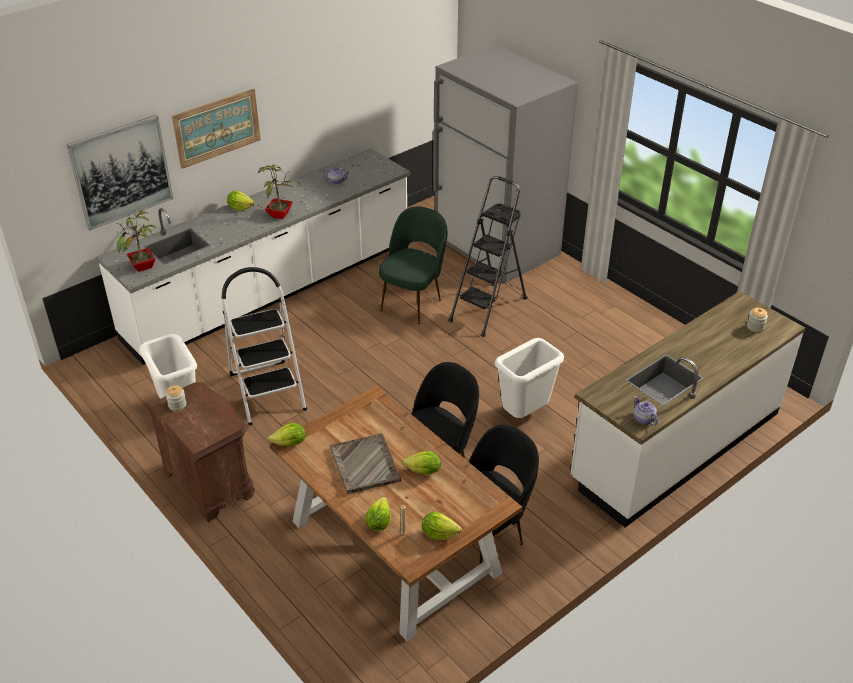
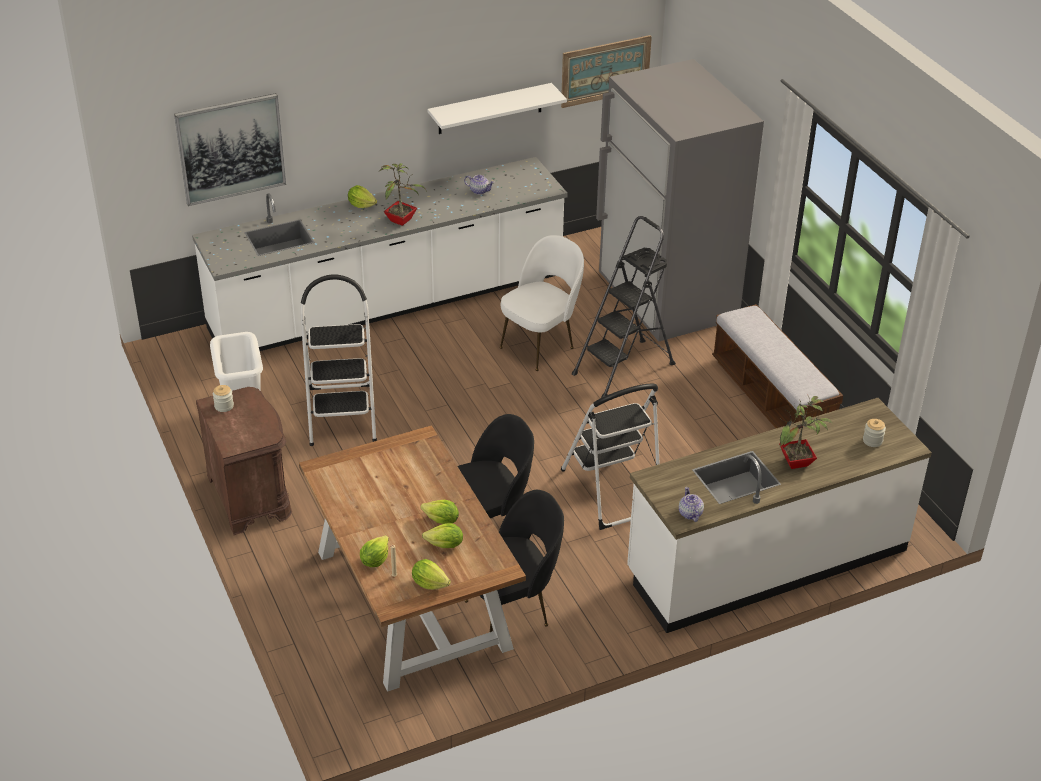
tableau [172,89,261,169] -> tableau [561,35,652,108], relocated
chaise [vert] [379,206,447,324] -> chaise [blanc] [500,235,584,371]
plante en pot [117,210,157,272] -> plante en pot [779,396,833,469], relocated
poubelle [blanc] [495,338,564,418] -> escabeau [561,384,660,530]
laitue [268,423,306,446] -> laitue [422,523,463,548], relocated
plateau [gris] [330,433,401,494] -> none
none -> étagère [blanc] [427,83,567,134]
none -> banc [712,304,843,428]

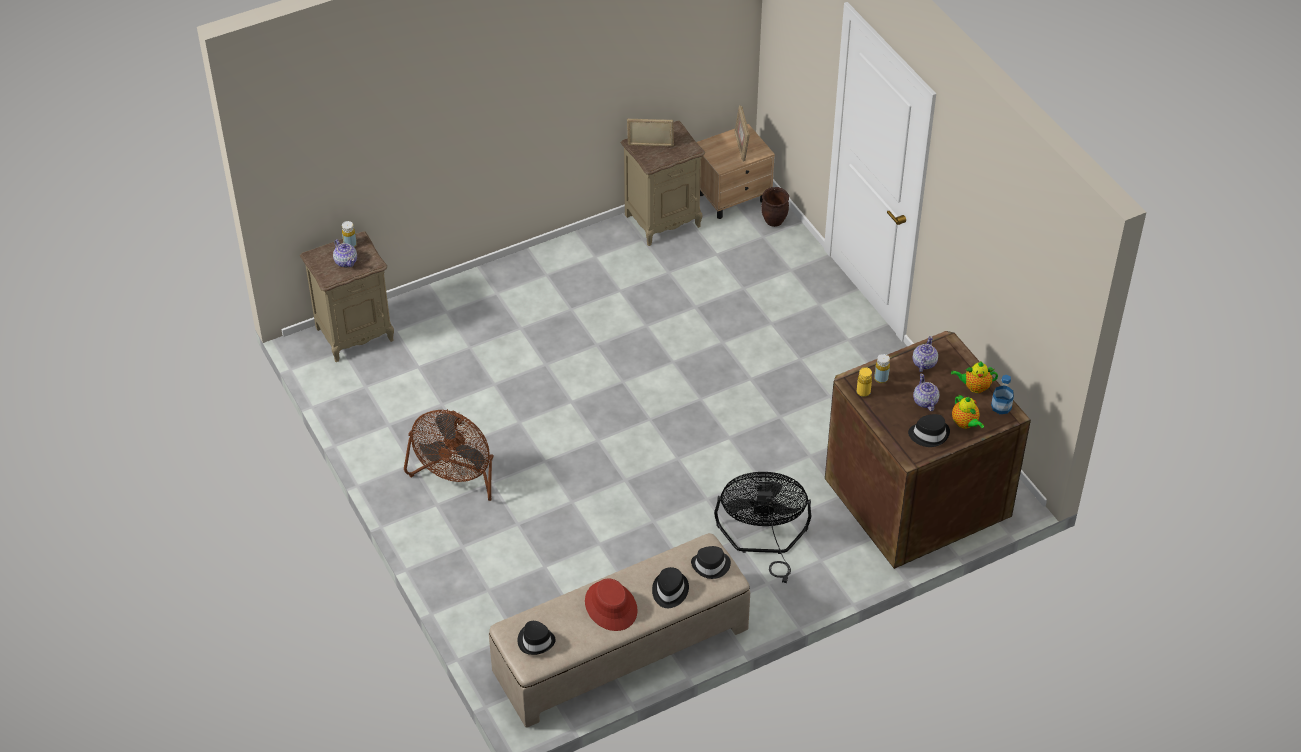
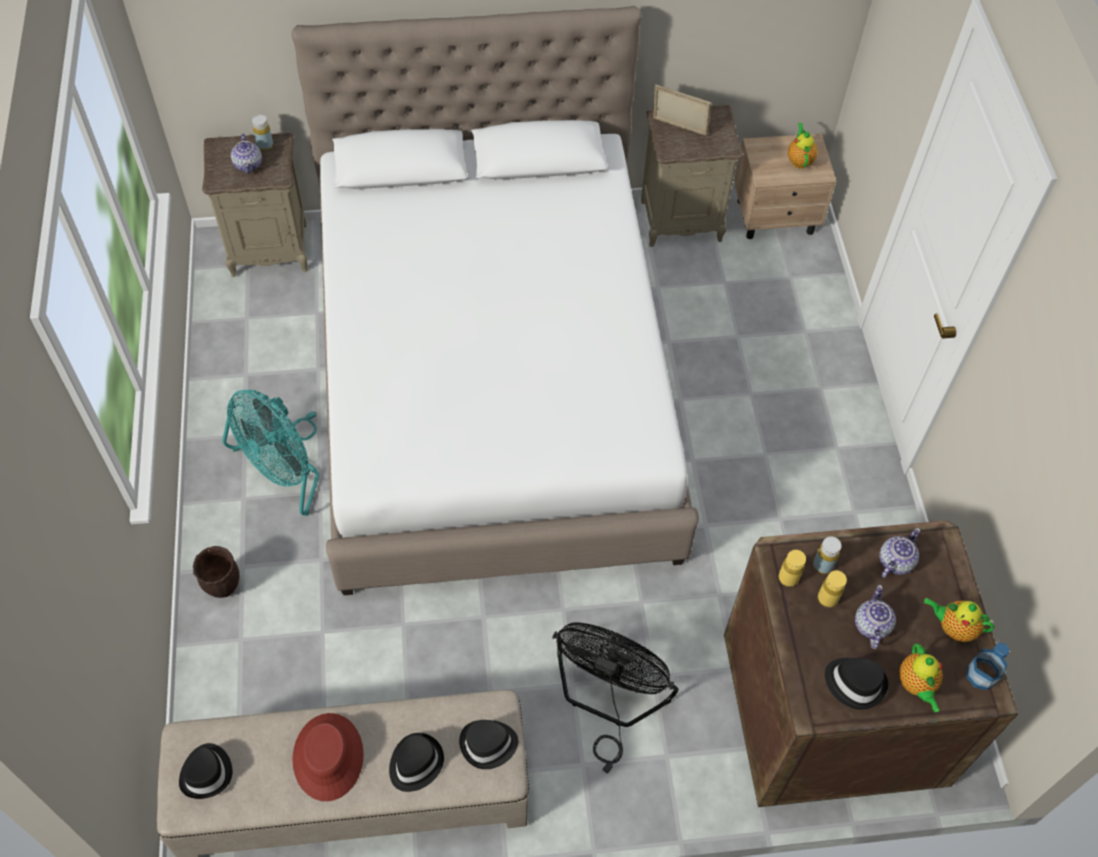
cadre photo [735,105,750,162] -> théière [788,123,817,169]
cache-pot [marron] [761,187,789,227] -> cache-pot [marron] [193,546,239,598], relocated
ventilateur [marron] [404,409,493,501] -> ventilateur [turquoise] [222,390,319,516]
none -> lit [blanc] [291,6,699,595]
none -> bouteille [jaune] [818,570,847,607]

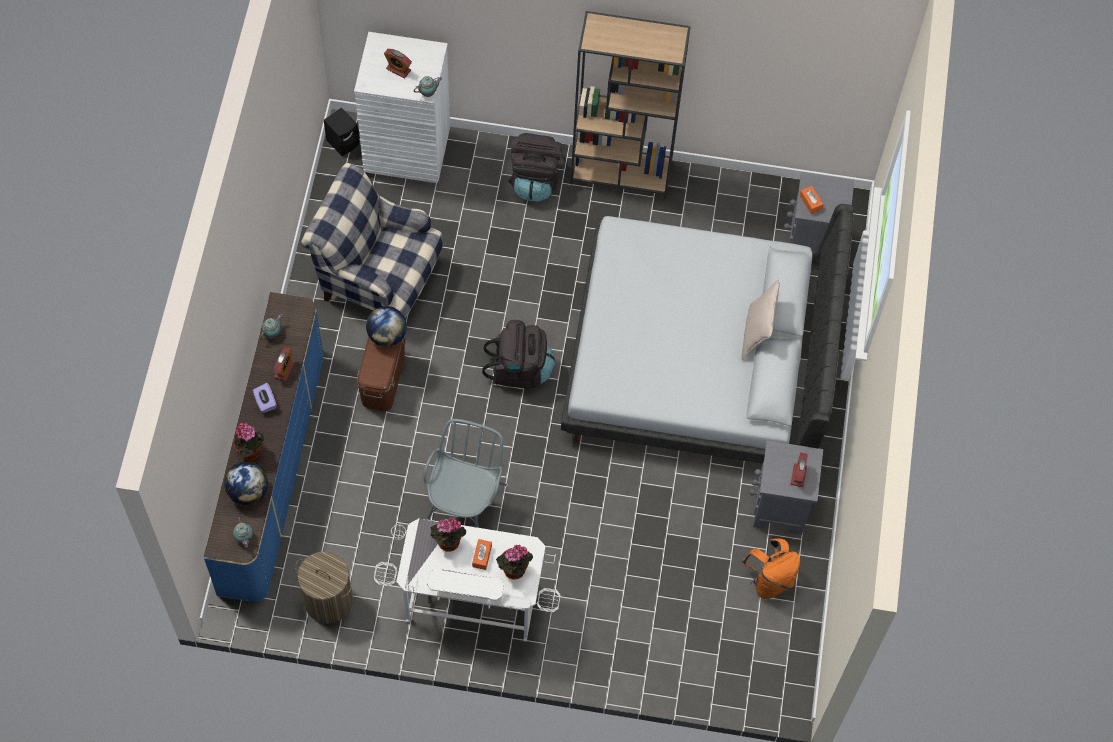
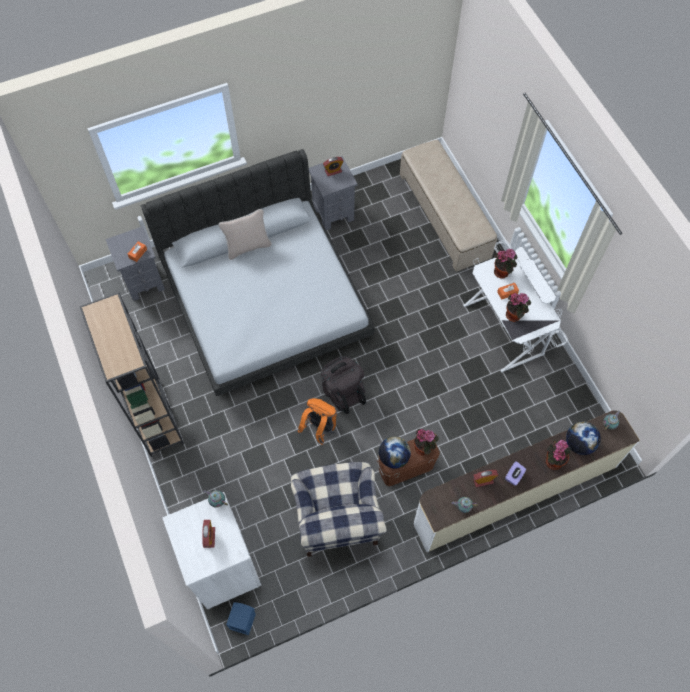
enceinte [noir] [324,108,359,156] -> enceinte [bleu] [226,602,256,635]
sac à dos [noir] [509,133,562,202] -> none
meuble de rangement [bleu] [204,292,324,602] -> meuble de rangement [blanc] [414,411,640,552]
chaise [gris] [423,419,508,528] -> none
sac à dos [orange] [742,538,800,599] -> sac à dos [orange] [298,398,337,445], relocated
panier à linge [295,551,353,623] -> none
none -> banc [beige] [400,140,497,272]
none -> plante en pot [414,429,439,456]

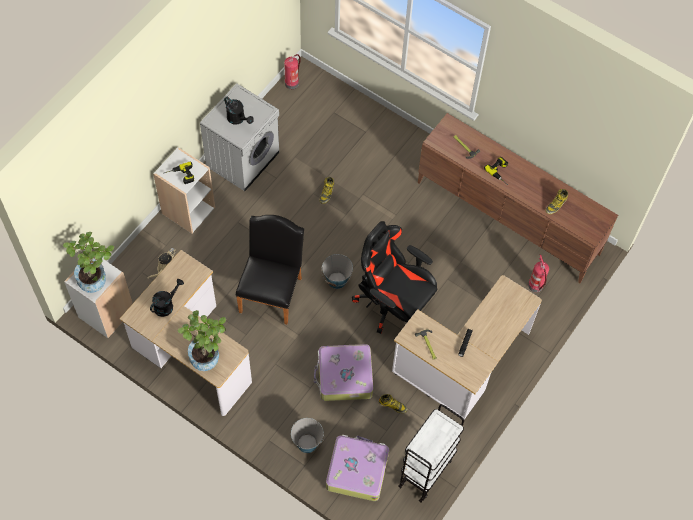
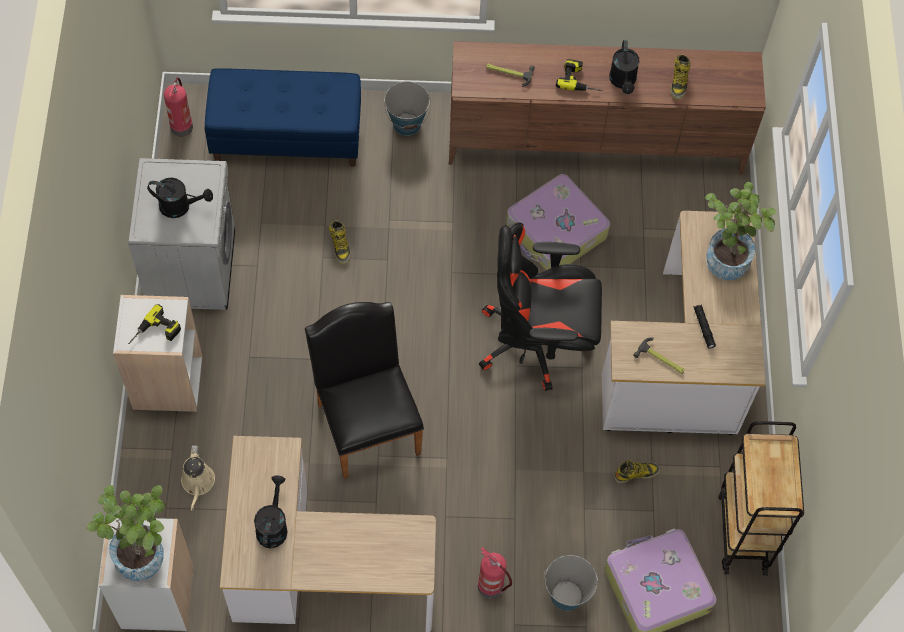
seau [321,254,353,289] -> seau [384,81,431,136], relocated
extincteur [528,255,549,292] -> extincteur [478,547,512,598], relocated
plante en pot [178,310,226,371] -> plante en pot [705,182,776,280], relocated
valise [314,344,373,401] -> valise [506,174,610,270], relocated
chariot [blanc] [398,404,464,502] -> chariot [marron] [718,421,804,576]
none -> arrosoir [noir] [609,40,639,94]
none -> banc [bleu] [205,68,361,167]

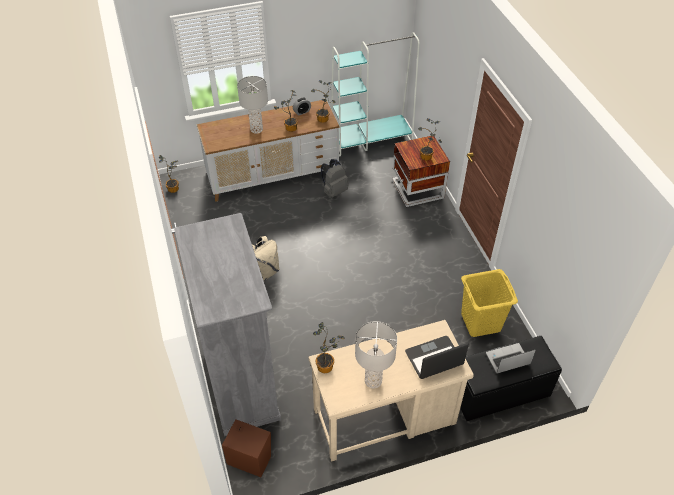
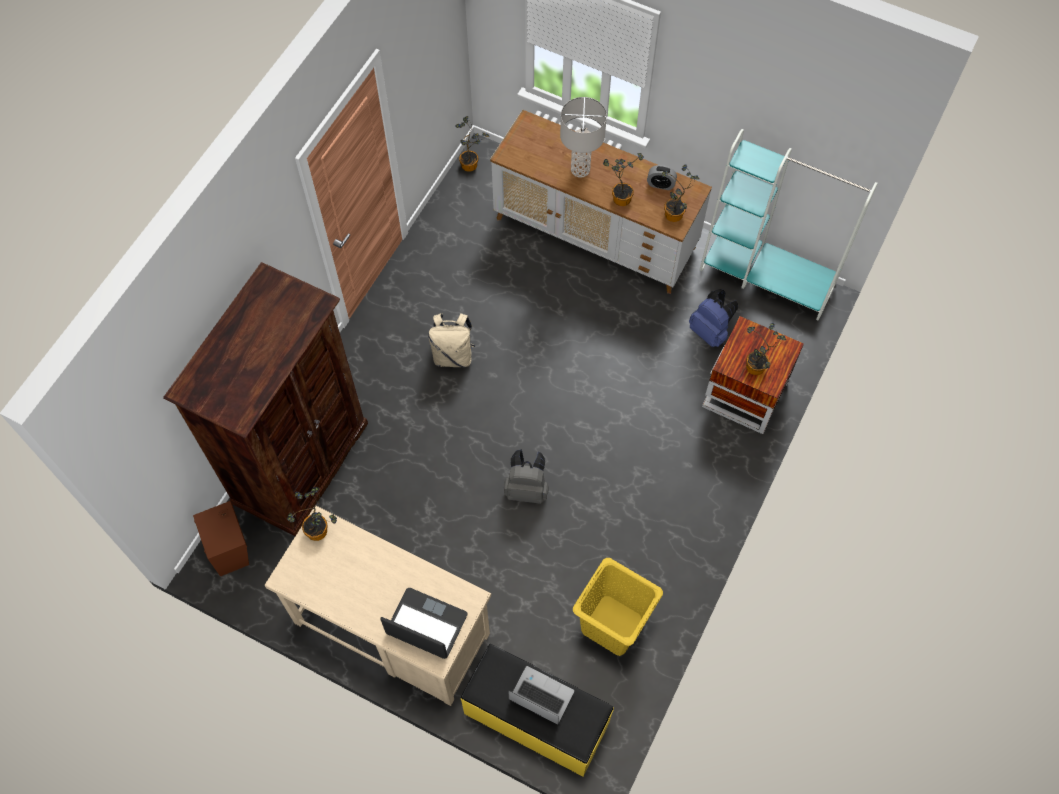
sac à dos [gris] [321,159,349,198] -> sac à dos [gris] [504,449,548,504], relocated
armoire [gris] [174,213,281,436] -> armoire [marron] [163,262,368,536]
lampe de table [blanc] [355,321,397,388] -> none
banc [noir] [461,336,562,421] -> banc [jaune] [461,644,614,777]
none -> sac à dos [bleu] [689,289,738,347]

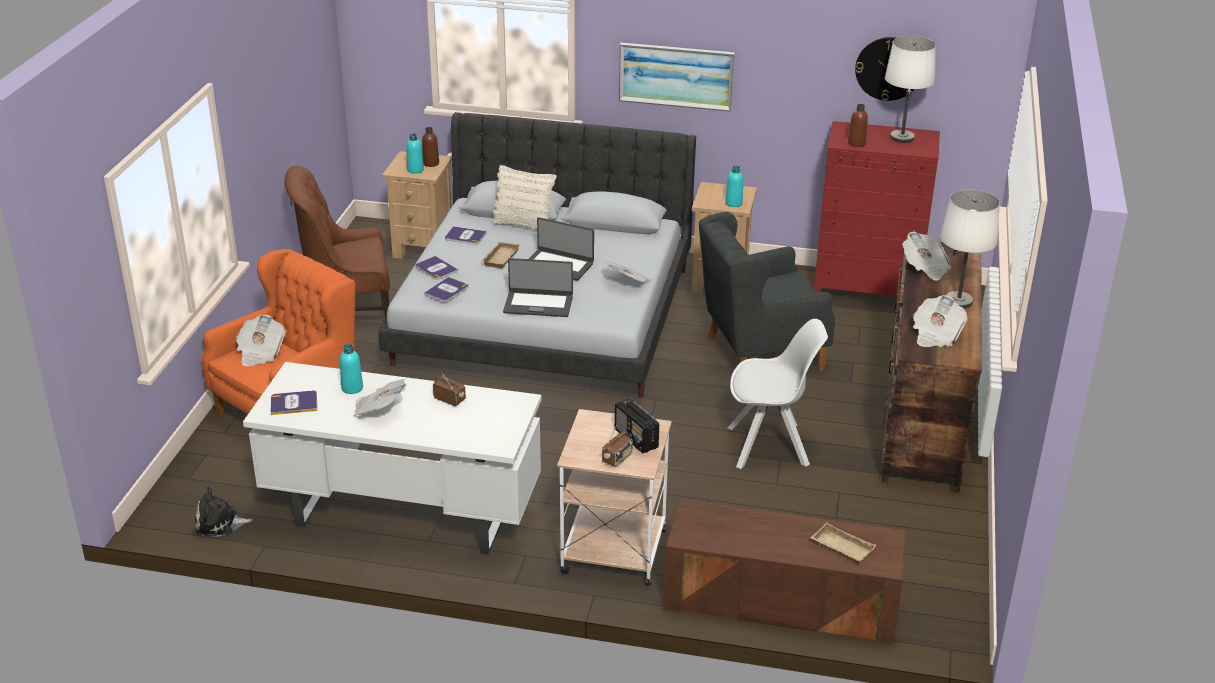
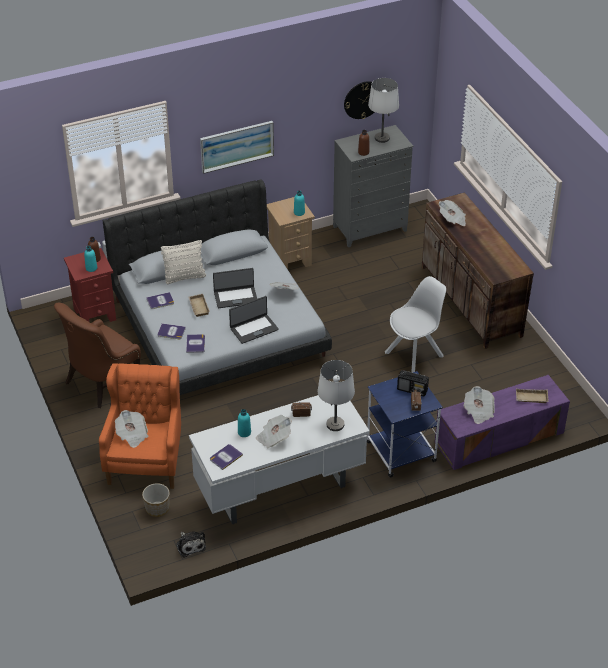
commode [rouge] [814,121,940,296] -> commode [gris] [333,125,413,247]
table de chevet [beige] [382,151,452,259] -> table de chevet [rouge] [64,248,116,322]
lampe de table [blanc] [940,189,1000,309] -> lampe de table [blanc] [317,360,355,431], relocated
fauteuil [gris] [699,212,835,371] -> none
journal [913,295,967,347] -> journal [463,386,495,424], relocated
chariot [beige] [557,409,672,585] -> chariot [bleu] [367,371,443,478]
peluche [195,486,252,537] -> peluche [176,531,206,557], 75 degrees counterclockwise
banc [marron] [664,499,906,644] -> banc [violet] [435,375,570,470]
none -> cache-pot [142,483,170,517]

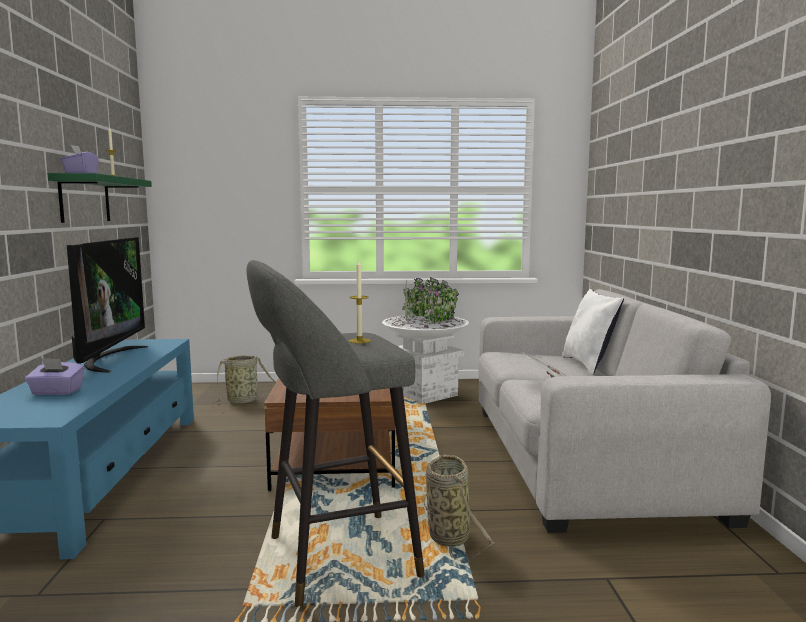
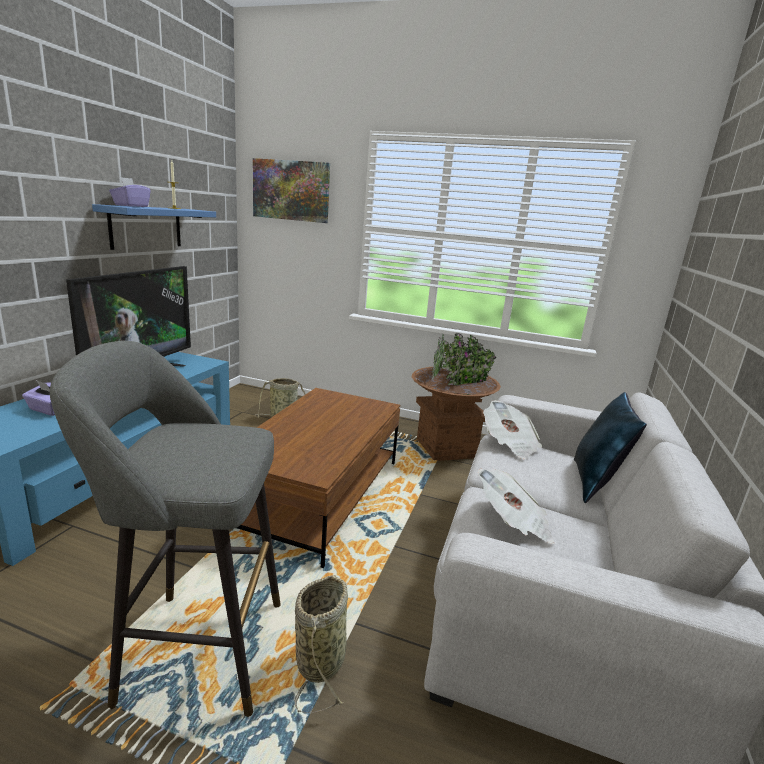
étagère [vert] [47,173,152,223] -> étagère [bleu] [92,204,216,250]
bougie [349,260,371,344] -> none
cache-pot [blanc] [382,277,469,404] -> cache-pot [marron] [412,333,501,461]
coussin [blanc] [562,289,624,375] -> coussin [bleu] [574,392,647,503]
none -> tableau [253,158,330,223]
none -> journal [483,400,542,460]

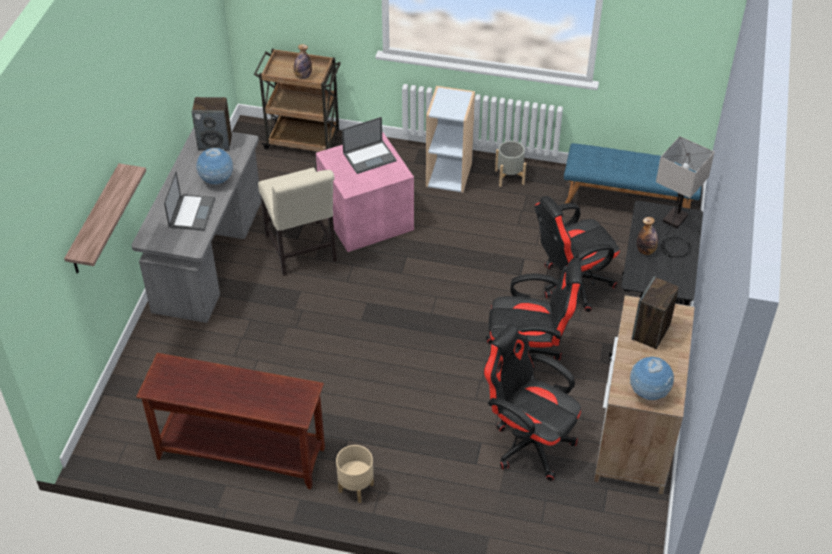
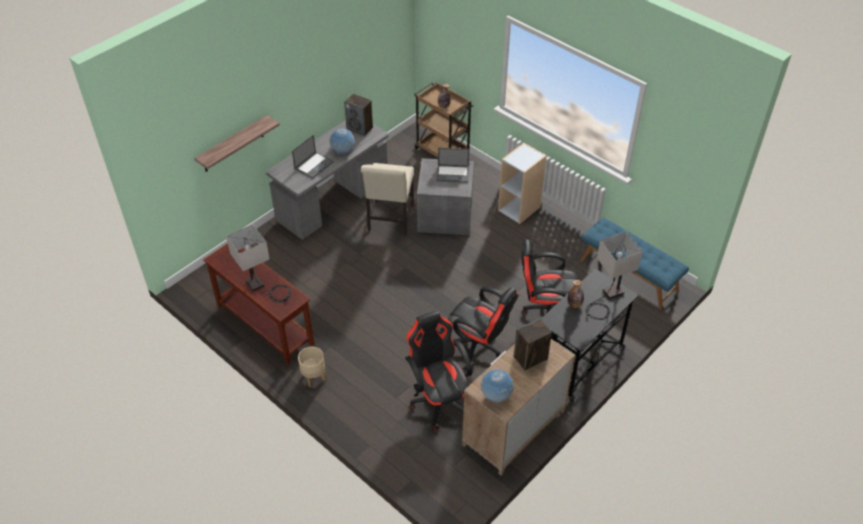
boîte de rangement [rose] [316,132,414,252] -> boîte de rangement [gris] [417,158,474,235]
cache-pot [gris] [495,141,526,187] -> none
none -> lampe de table [226,224,291,303]

